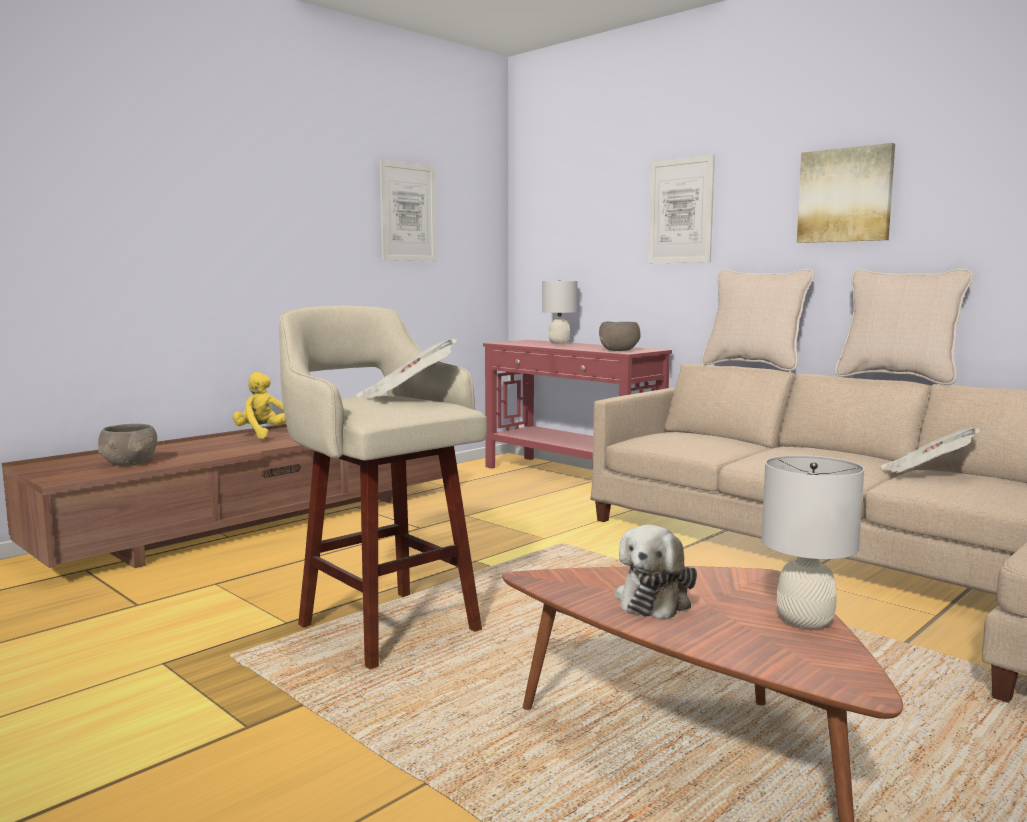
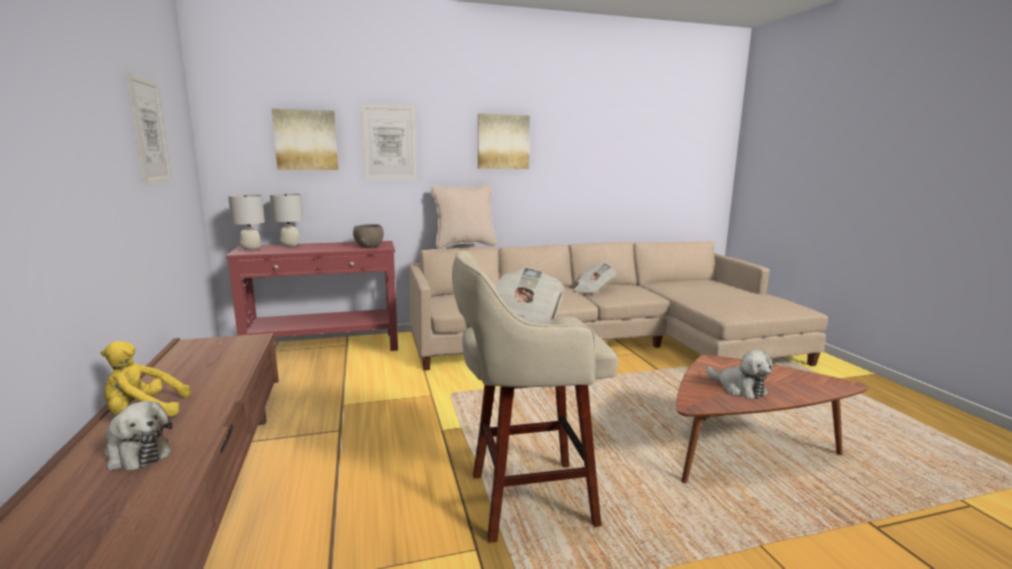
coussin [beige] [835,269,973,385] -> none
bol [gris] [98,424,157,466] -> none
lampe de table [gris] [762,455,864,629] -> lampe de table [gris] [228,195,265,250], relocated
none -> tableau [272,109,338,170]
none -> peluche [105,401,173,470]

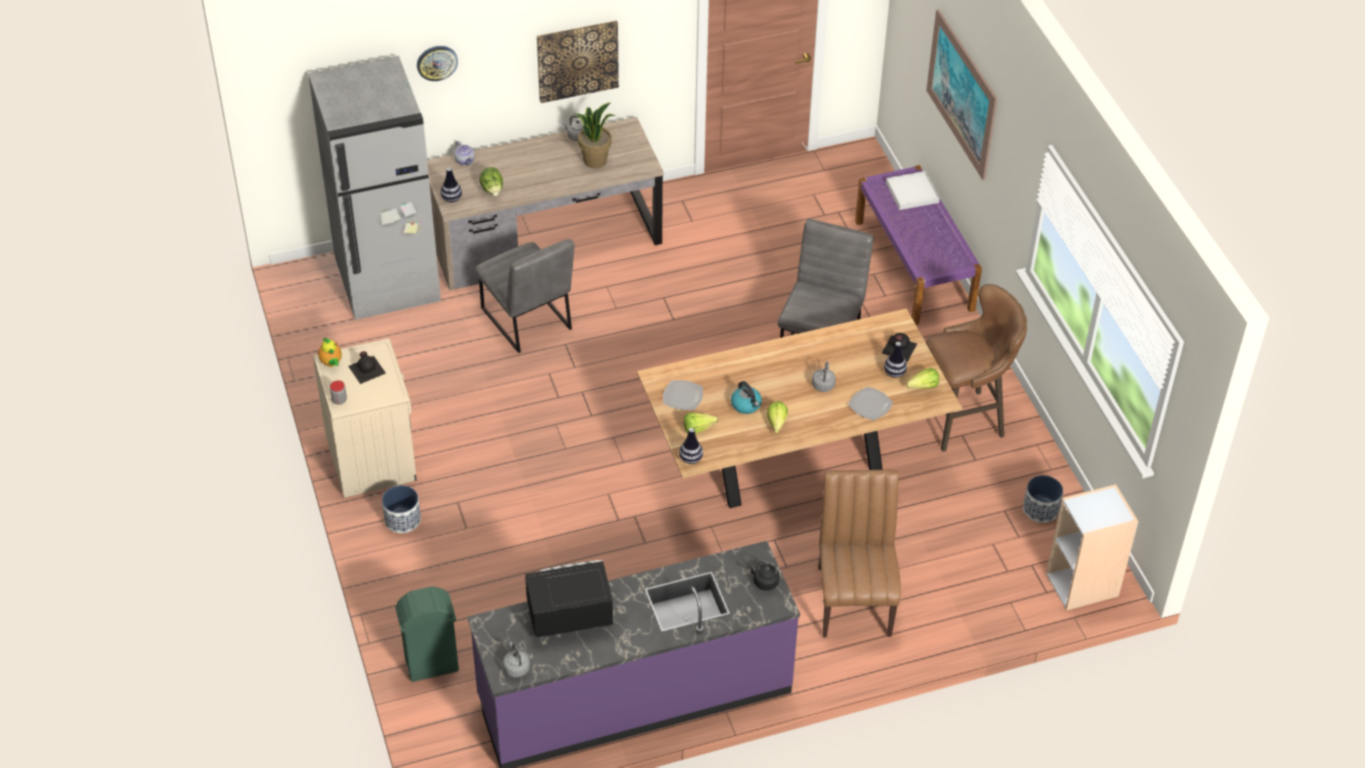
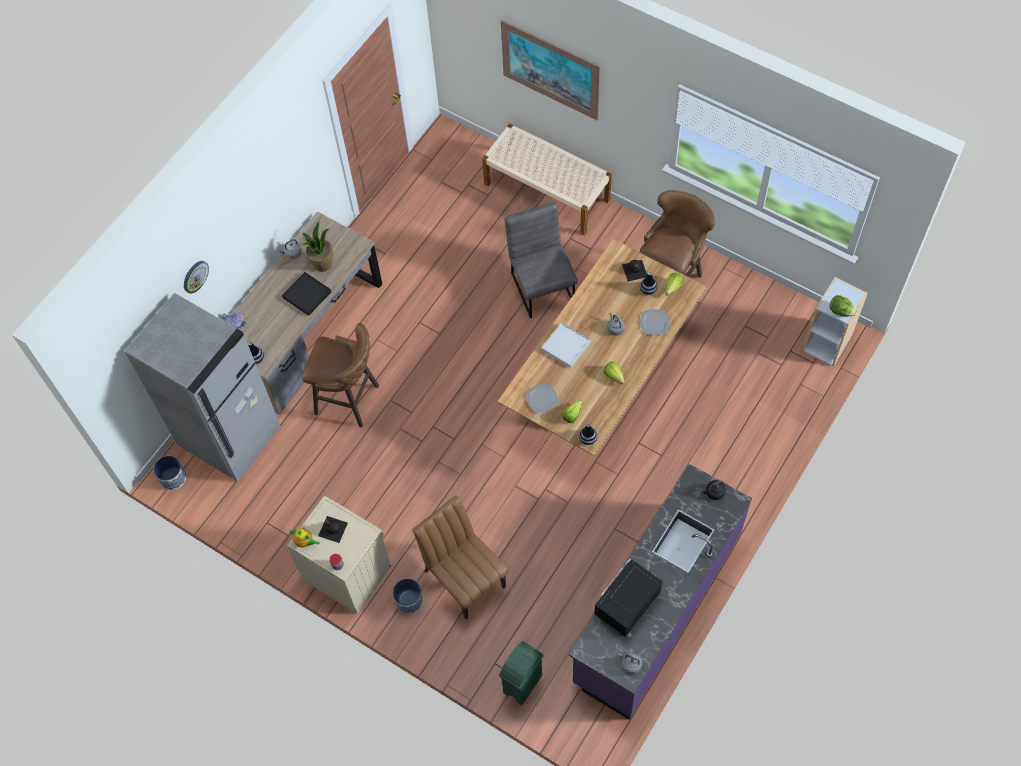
tableau [537,20,619,103] -> none
banc [violet] [855,165,982,325] -> banc [beige] [482,123,612,236]
laitue [480,167,503,196] -> laitue [829,295,857,317], relocated
plateau [blanc] [886,171,940,210] -> plateau [blanc] [541,322,591,368], relocated
chaise [gris] [475,239,574,353] -> tabouret [marron] [302,323,379,427]
bouilloire [731,381,762,414] -> none
chaise [marron] [818,470,901,638] -> chaise [marron] [412,496,508,620], relocated
cache-pot [1023,475,1063,523] -> cache-pot [154,456,186,490], relocated
none -> plateau [noir] [282,272,331,316]

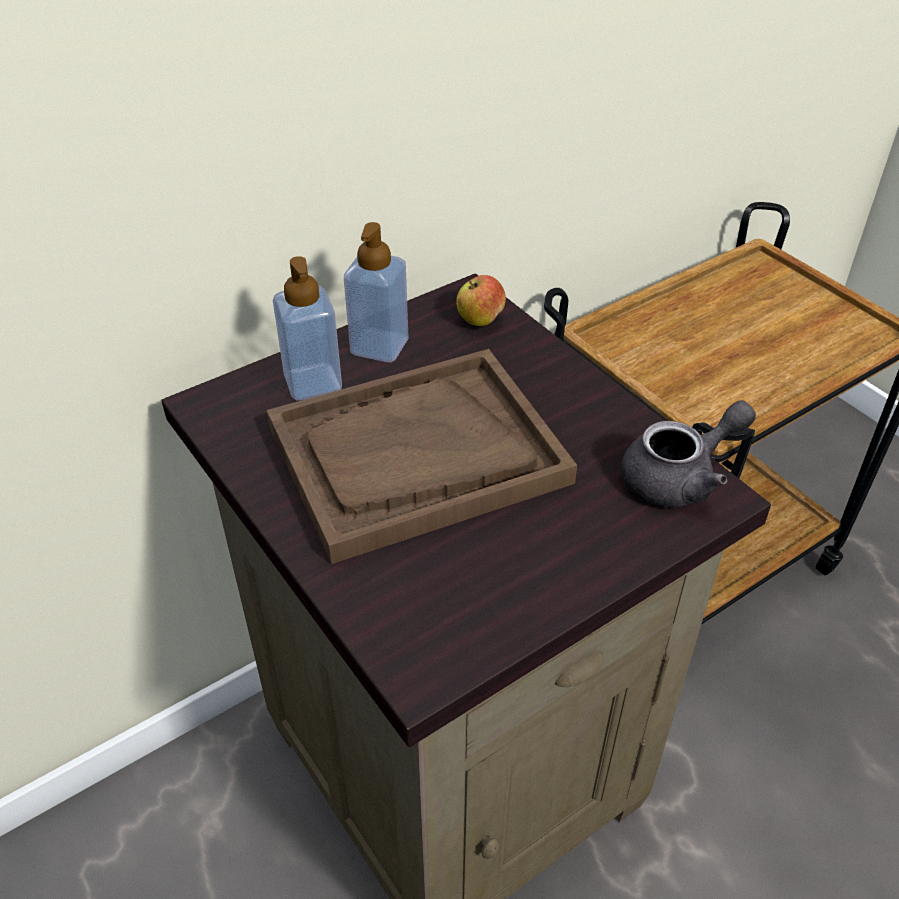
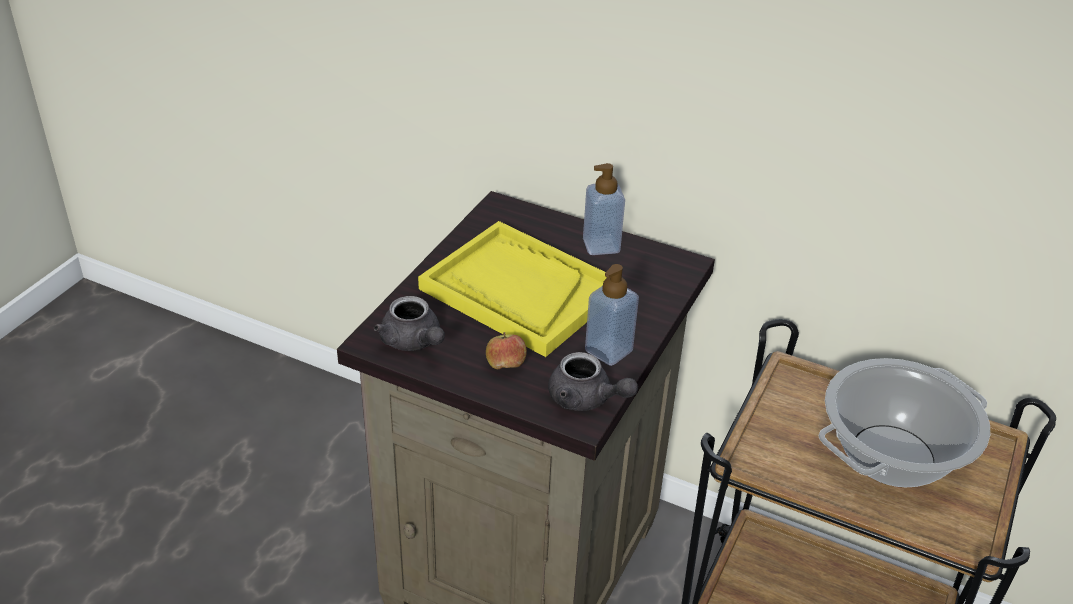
distributeur de savon [273,256,342,400] -> distributeur de savon [585,264,639,366], relocated
pomme [456,275,506,326] -> pomme [486,332,527,369], relocated
plateau [marron] [267,349,577,564] -> plateau [jaune] [418,221,607,357]
none -> théière [gris] [374,296,445,351]
none -> marmite [819,358,990,487]

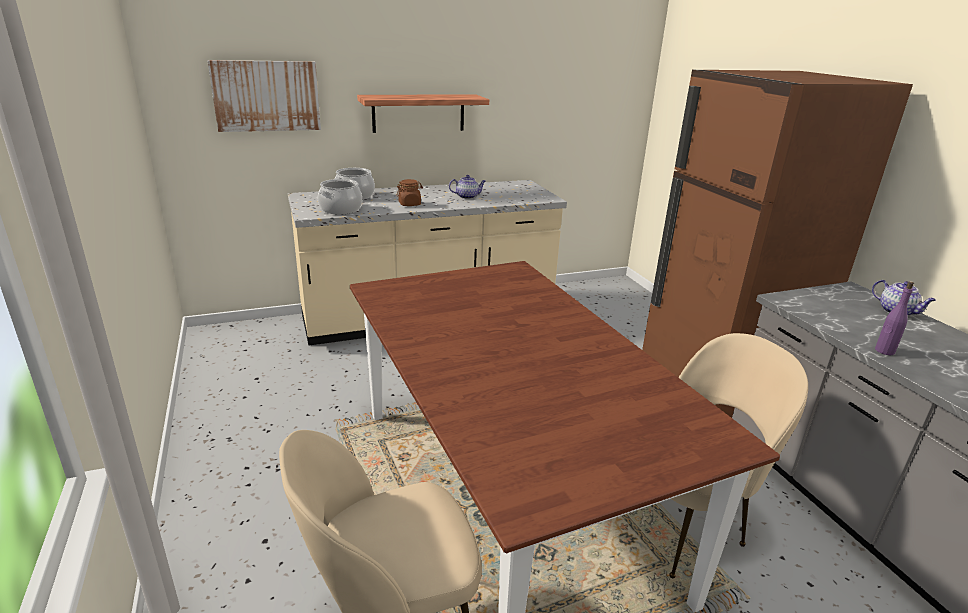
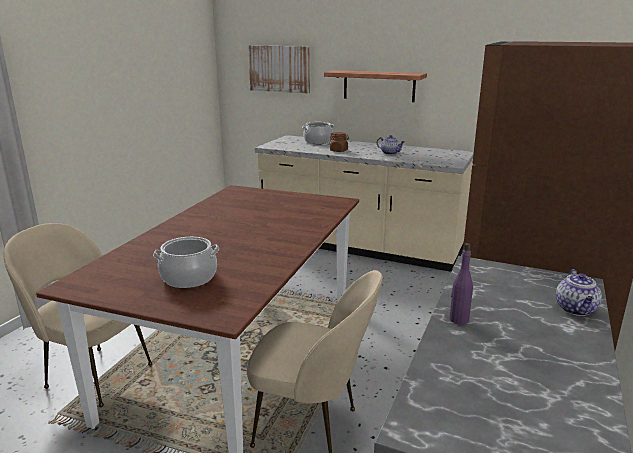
marmite [318,179,362,215] -> marmite [153,237,219,288], relocated

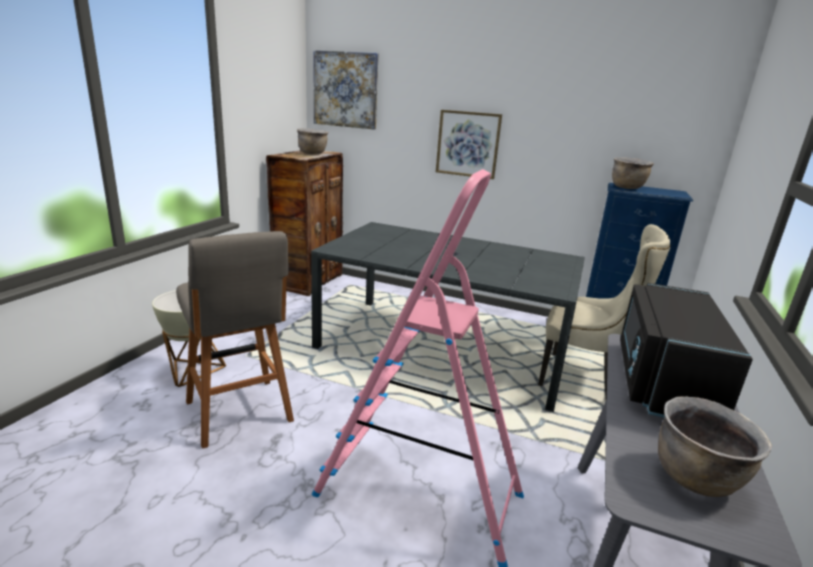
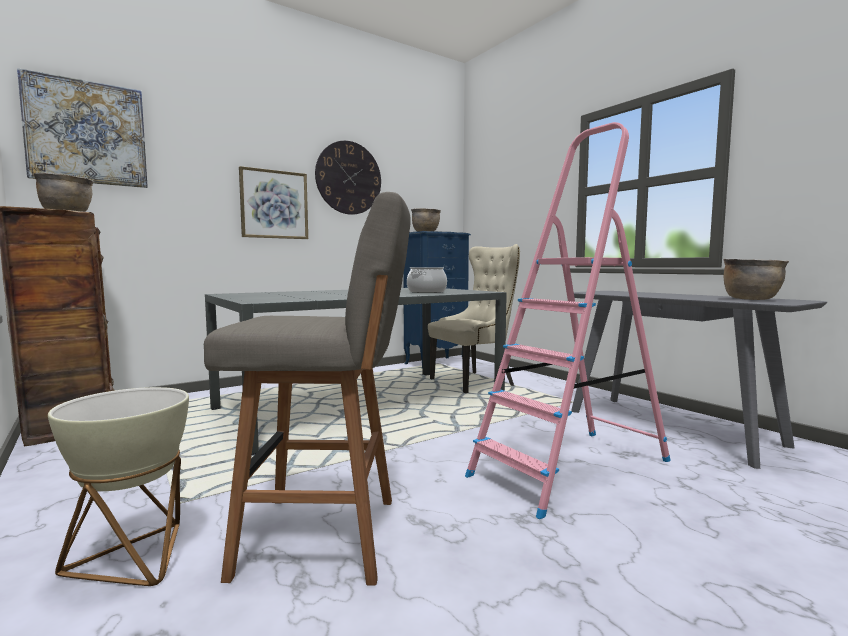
micro-ondes [noir] [620,283,753,418] -> none
none -> horloge murale [315,141,381,215]
none -> marmite [407,267,447,293]

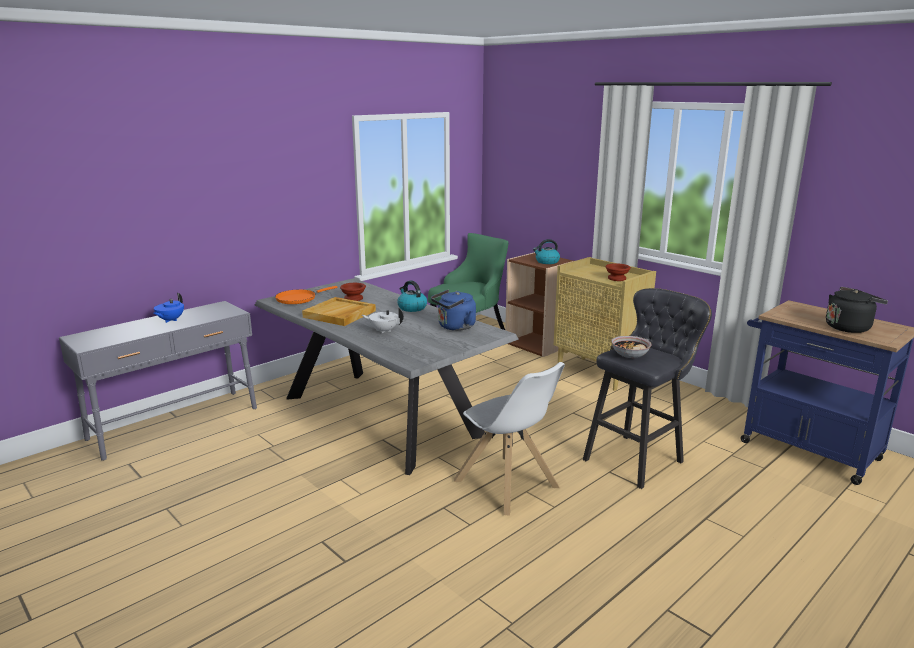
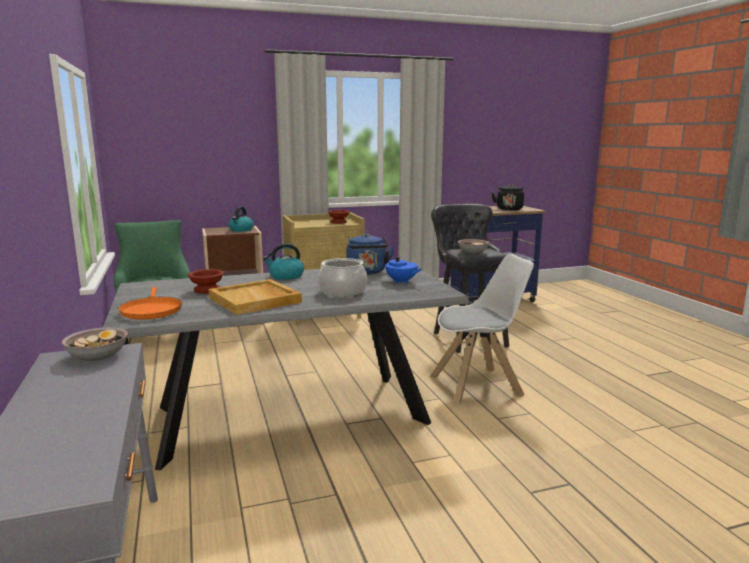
théière [bleu] [154,293,184,323] -> théière [bleu] [384,251,422,283], relocated
théière [blanc] [362,307,404,334] -> marmite [318,258,367,297]
none -> bol [62,327,128,361]

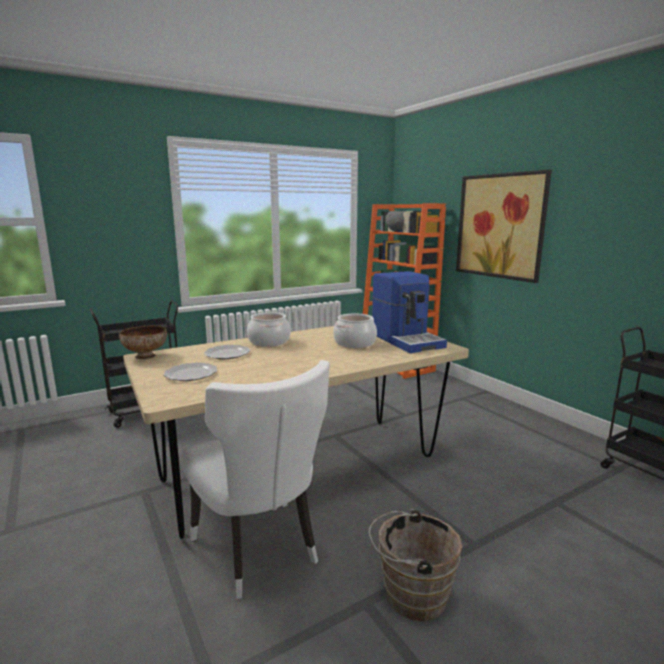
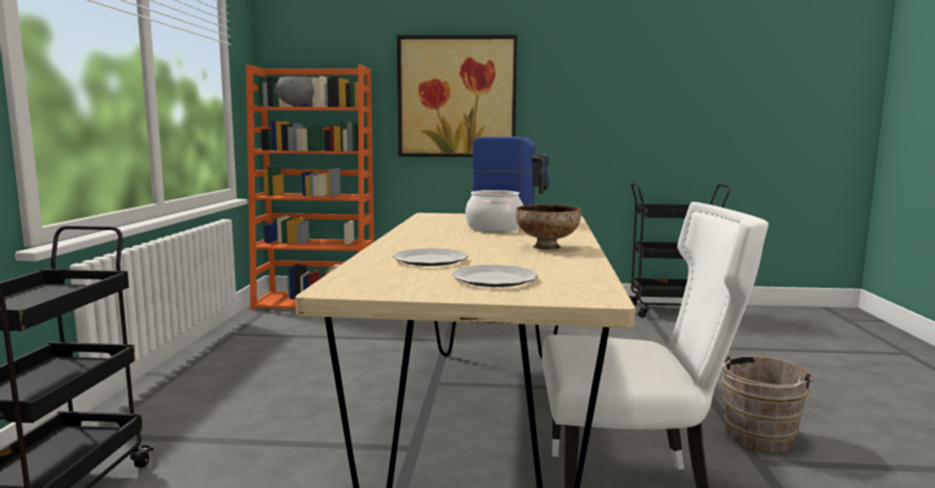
marmite [247,312,290,347] -> none
bol [119,326,167,359] -> bol [516,205,581,250], relocated

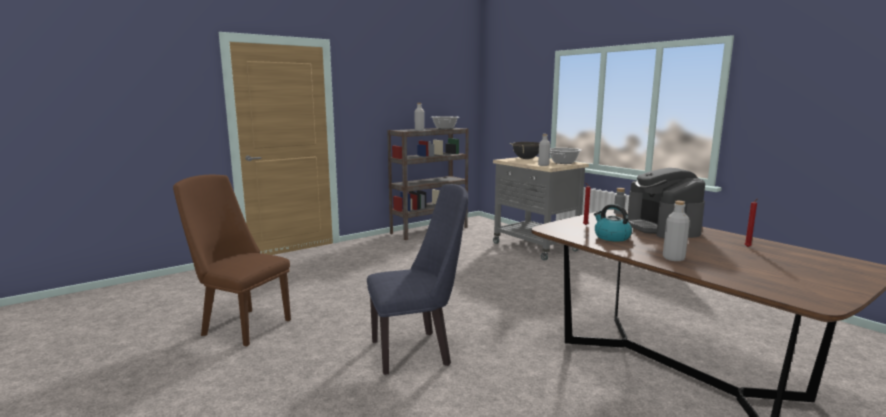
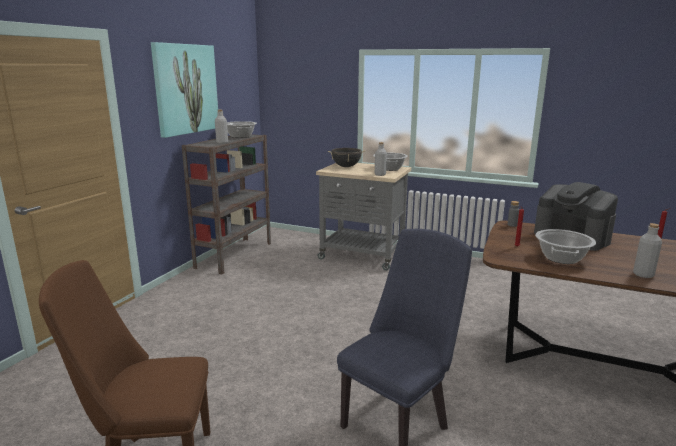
bouilloire [594,204,632,242] -> marmite [535,229,596,264]
none -> tableau [151,42,218,138]

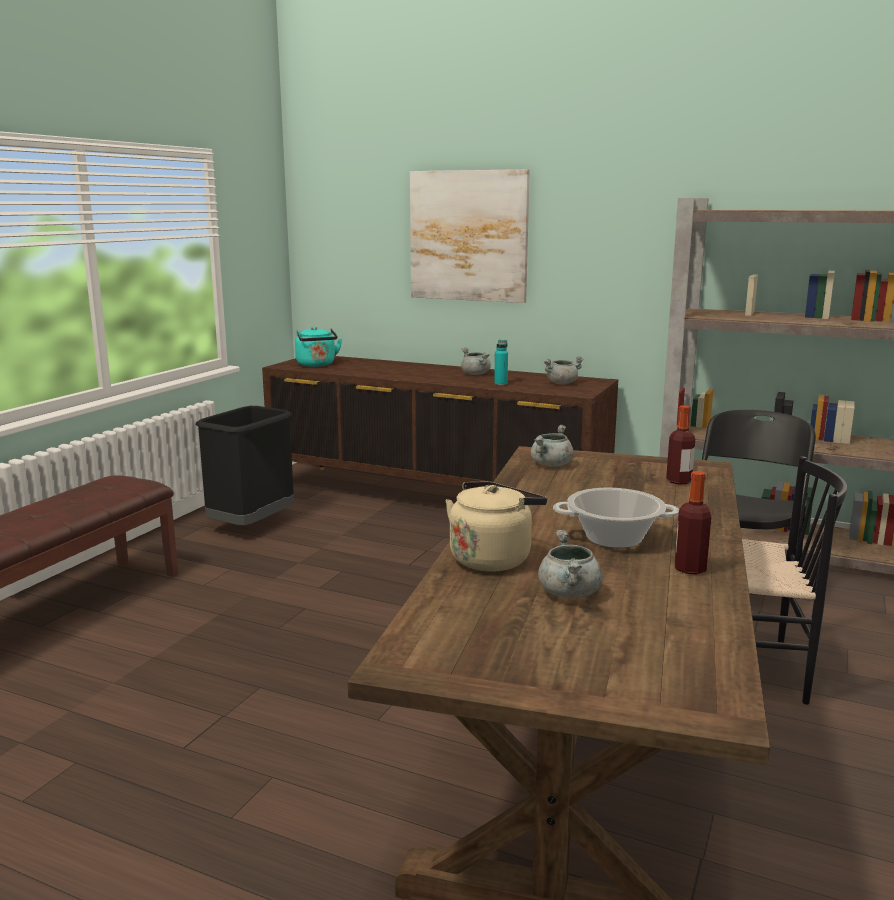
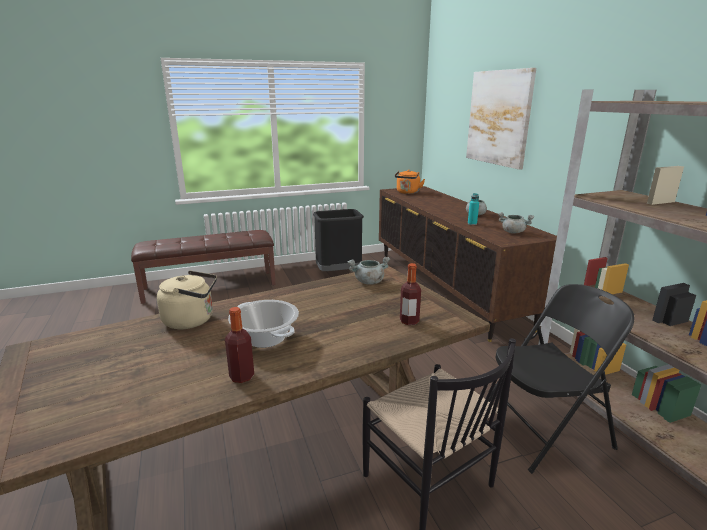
bouilloire [turquoise] [295,327,342,367] -> bouilloire [orange] [395,170,425,194]
marmite [gris] [538,530,603,598] -> none

